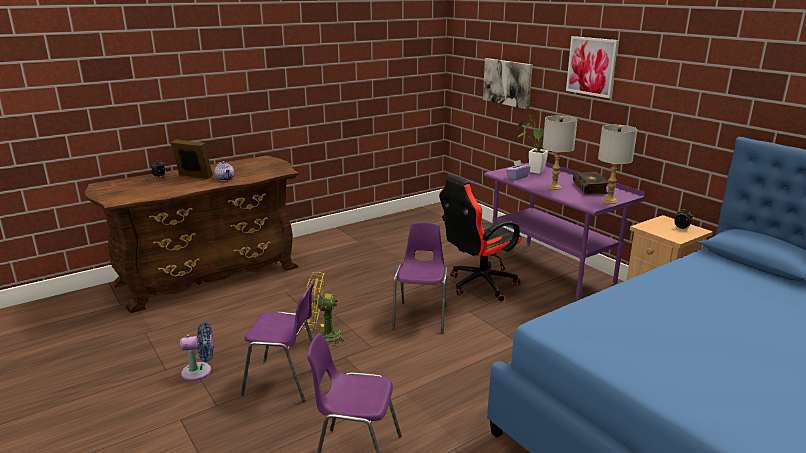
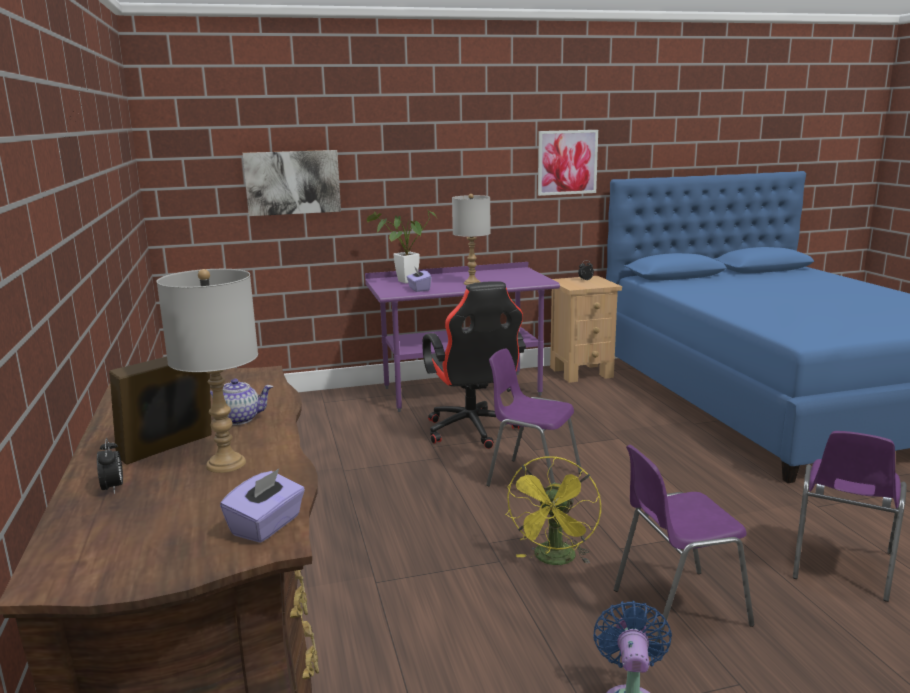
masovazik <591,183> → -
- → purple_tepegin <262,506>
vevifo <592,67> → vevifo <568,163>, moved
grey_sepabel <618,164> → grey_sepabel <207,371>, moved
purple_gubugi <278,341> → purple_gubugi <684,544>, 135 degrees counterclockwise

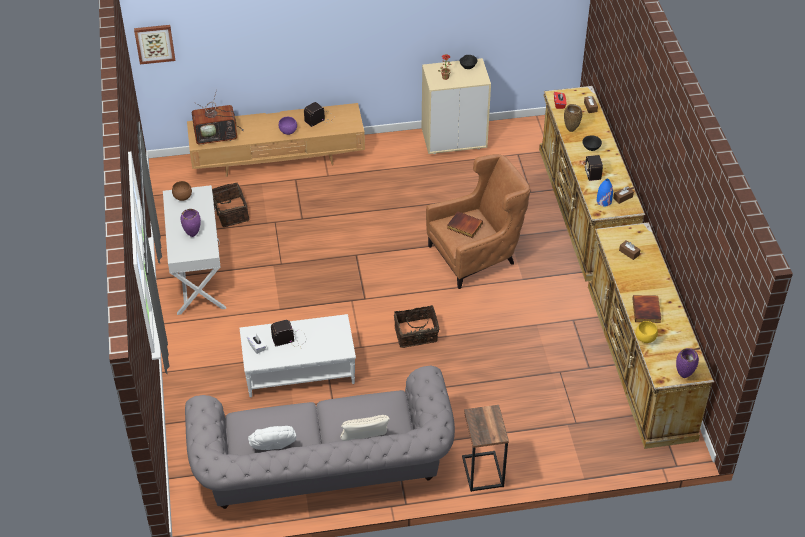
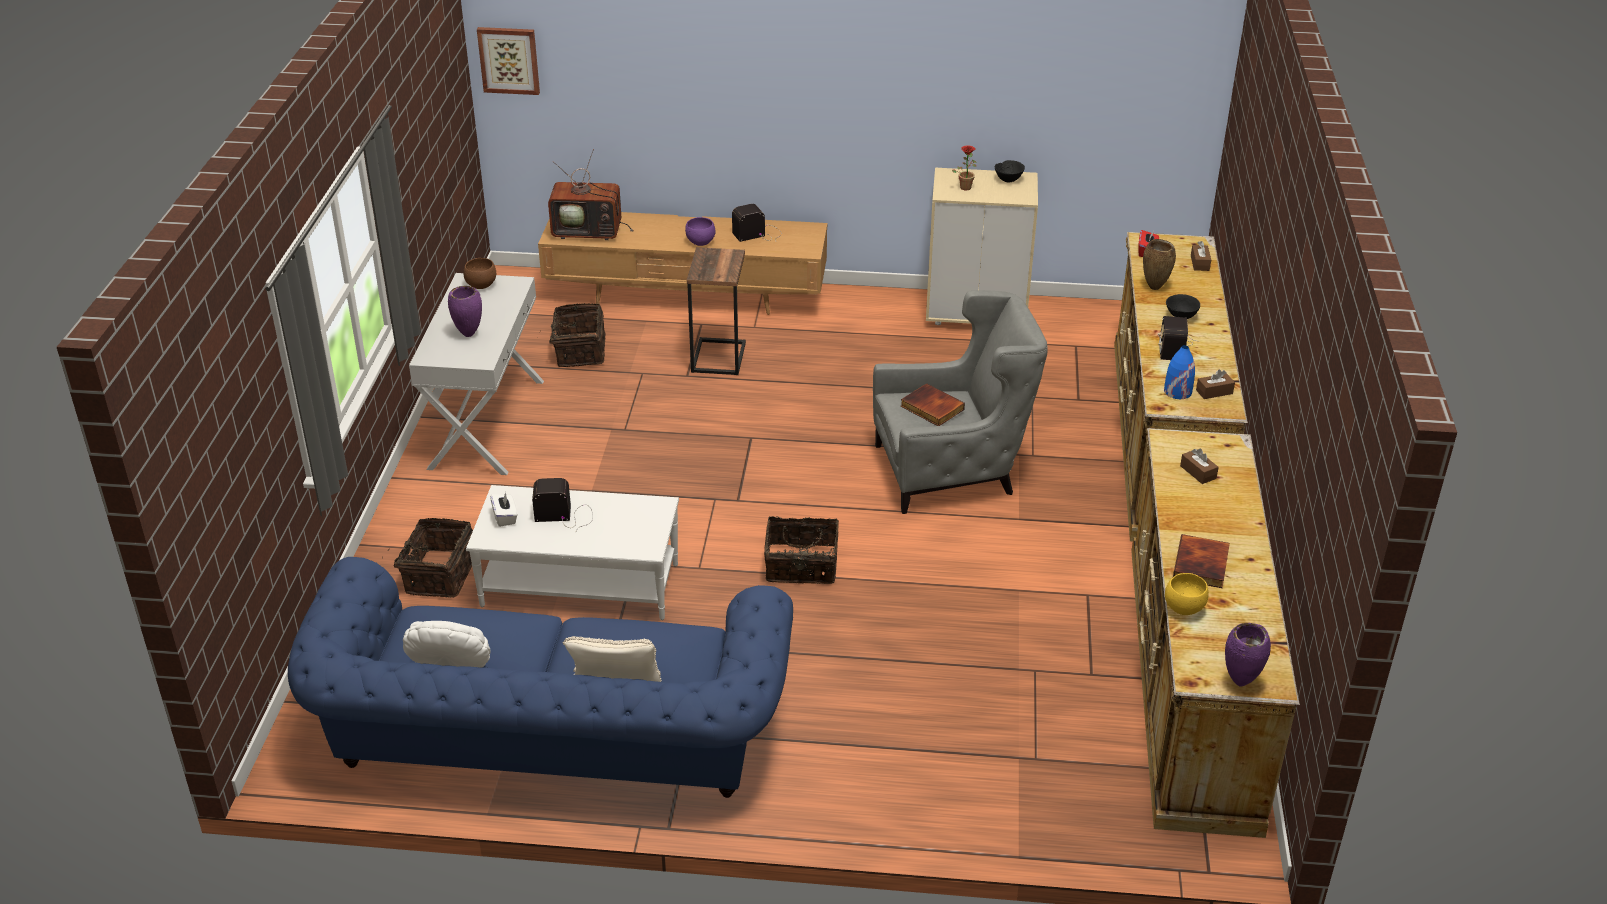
- → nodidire <427,558>
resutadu <485,448> → resutadu <716,311>, moved
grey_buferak <320,437> → blue_buferak <540,677>
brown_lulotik <478,221> → grey_lulotik <960,402>

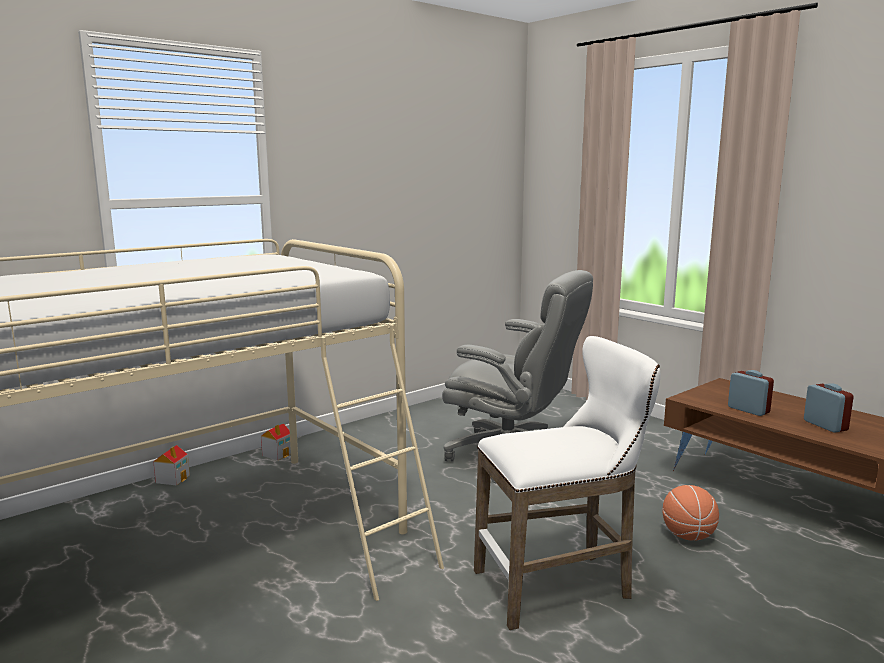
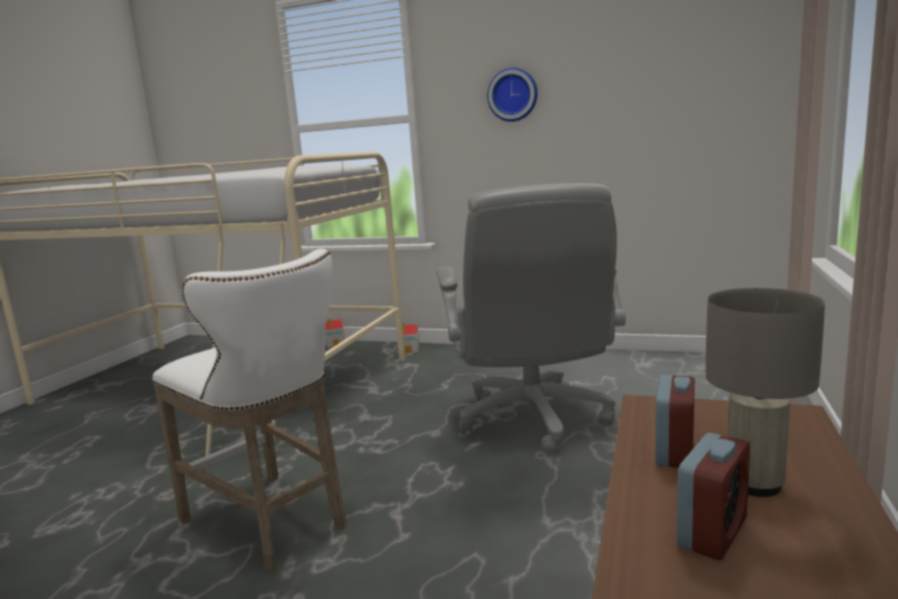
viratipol <690,512> → -
- → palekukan <512,95>
- → grey_sepabel <765,392>

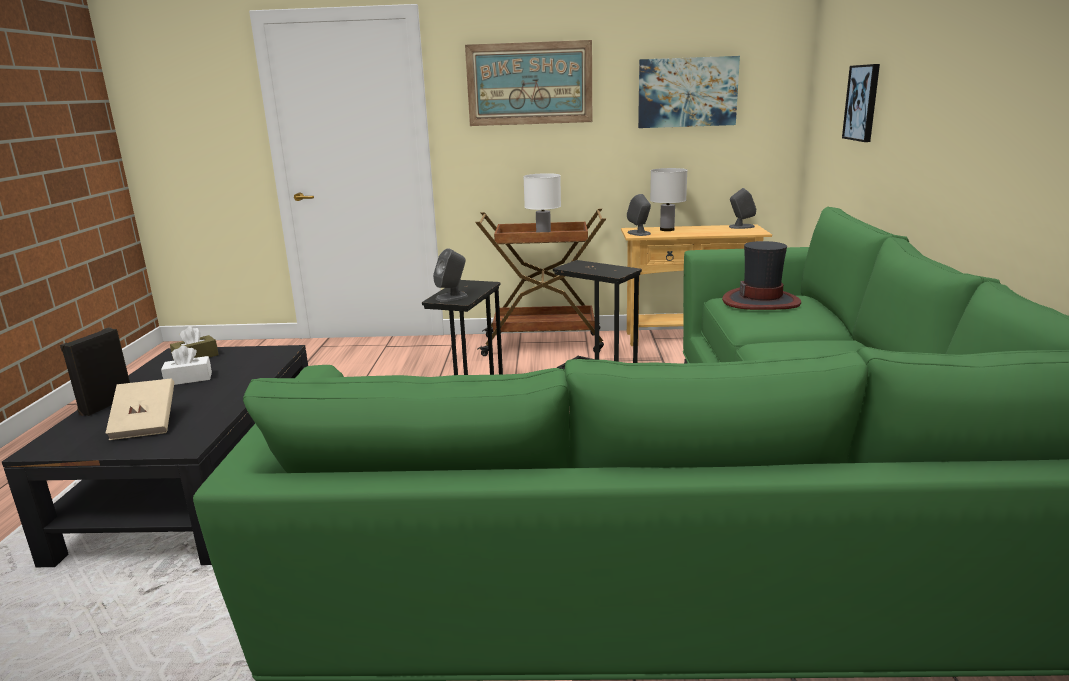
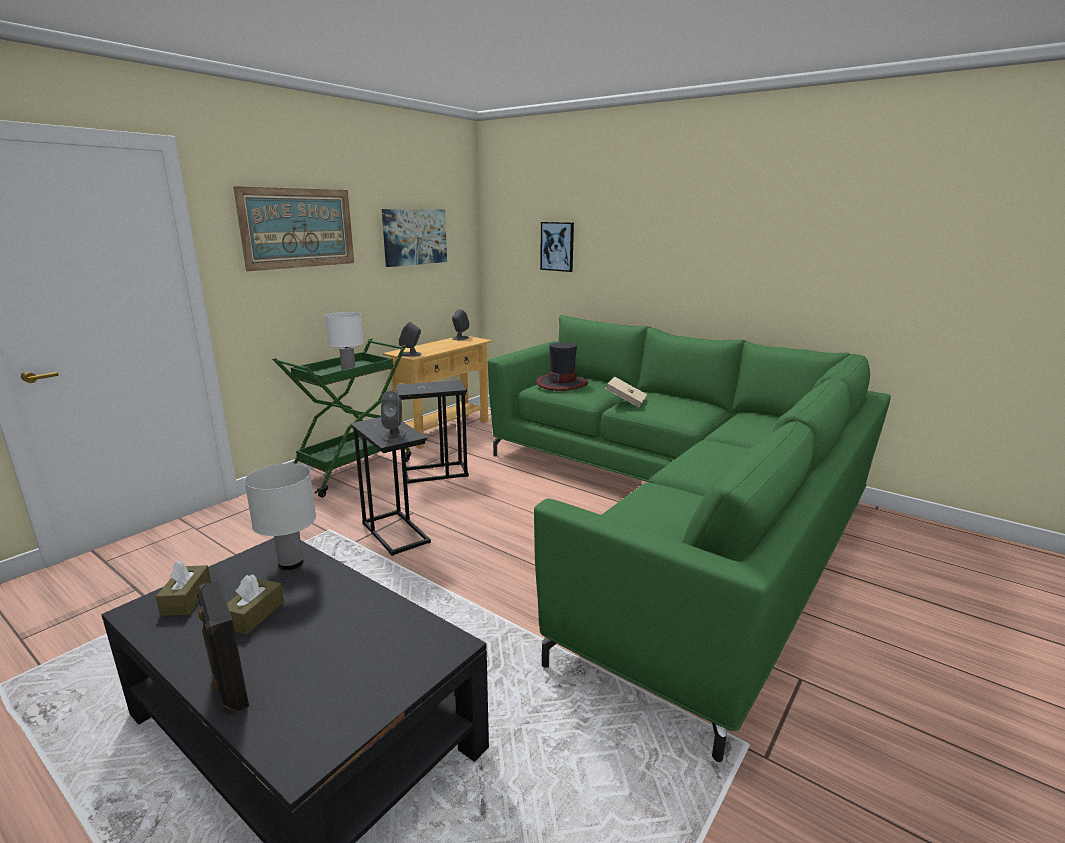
beige_masovazik <139,409> → beige_masovazik <626,391>, moved
white_sepabel <669,199> → white_sepabel <280,516>, moved
white_tepegin <186,365> → brown_tepegin <255,604>
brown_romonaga <541,282> → green_romonaga <341,418>

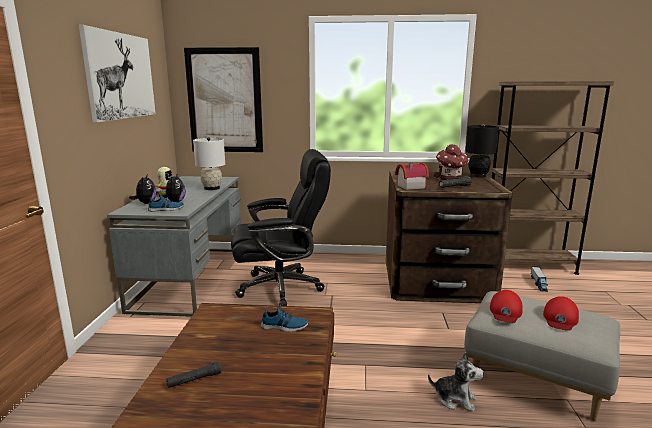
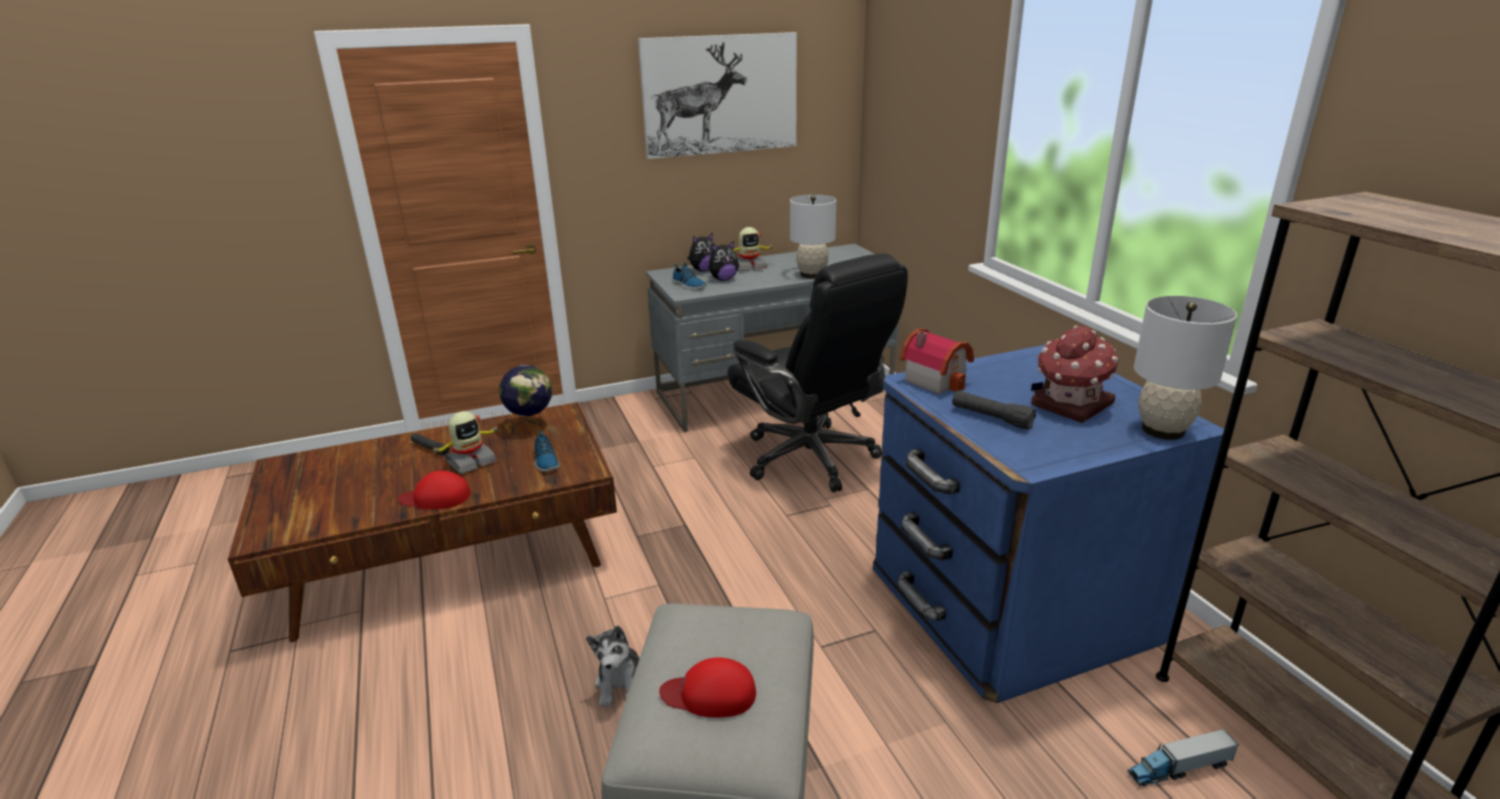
vevifo <223,99> → -
- → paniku <464,442>
- → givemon <525,400>
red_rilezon <506,306> → red_rilezon <434,490>, moved
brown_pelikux <449,237> → blue_pelikux <1048,524>
black_sepabel <482,151> → white_sepabel <1185,368>

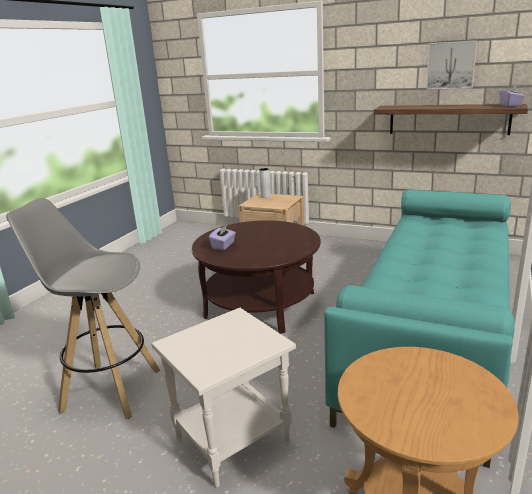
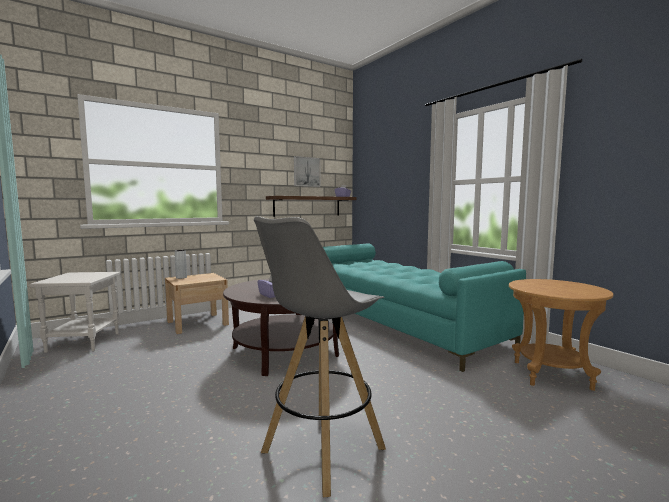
white_resutadu <223,398> → white_resutadu <74,312>, moved

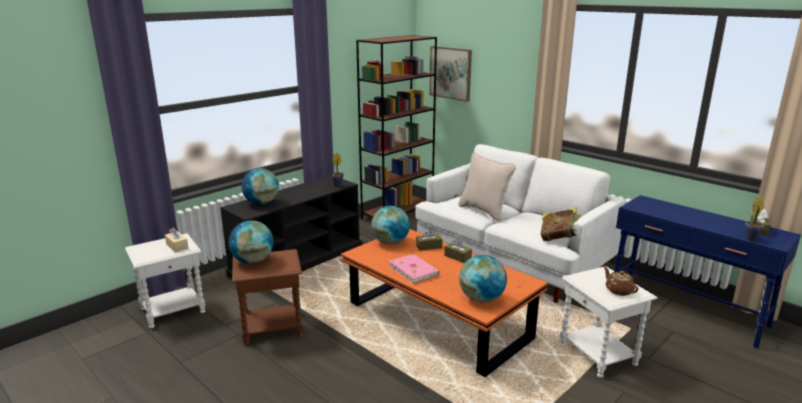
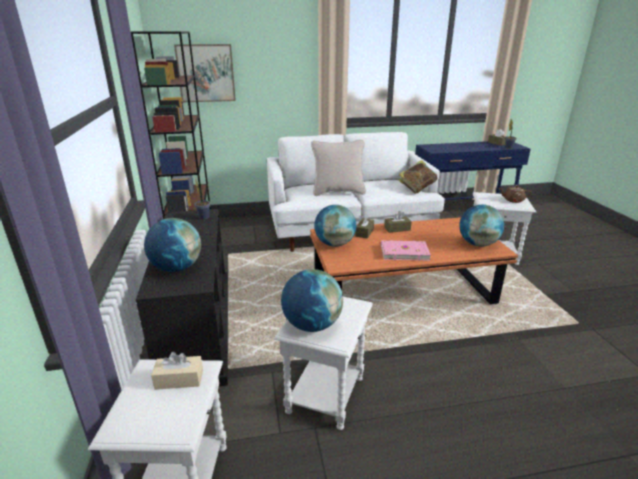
brown_resutadu <267,297> → white_resutadu <323,363>

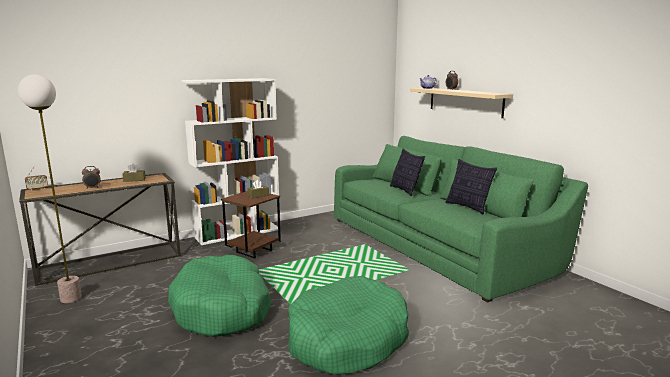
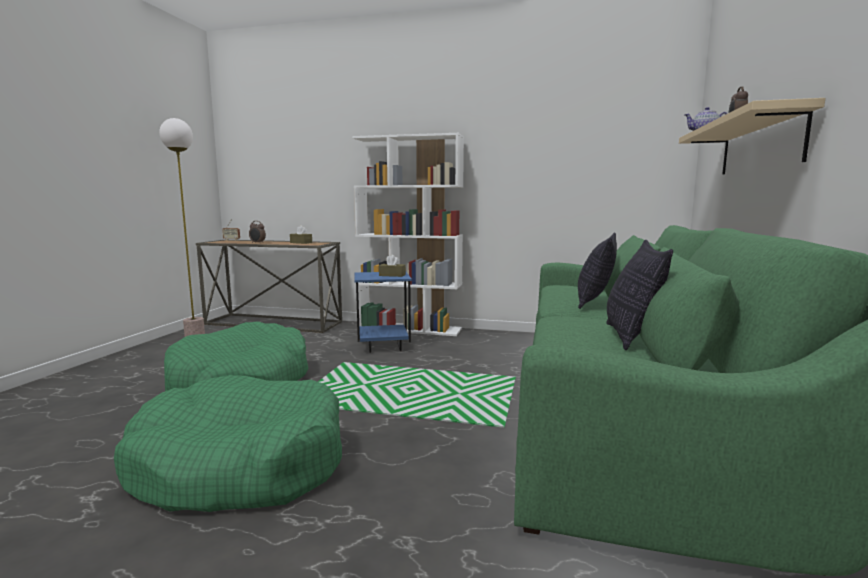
brown_resutadu <251,225> → blue_resutadu <383,312>

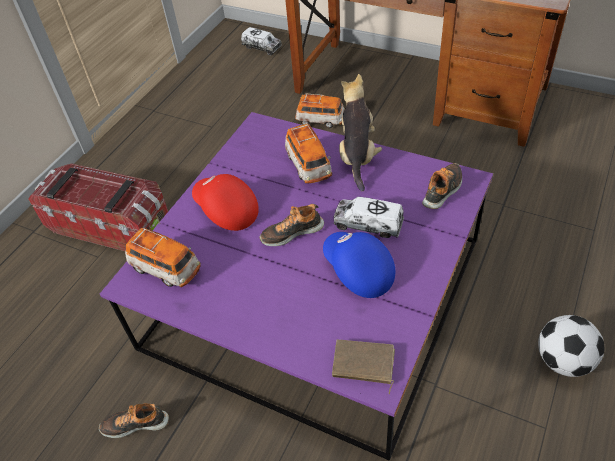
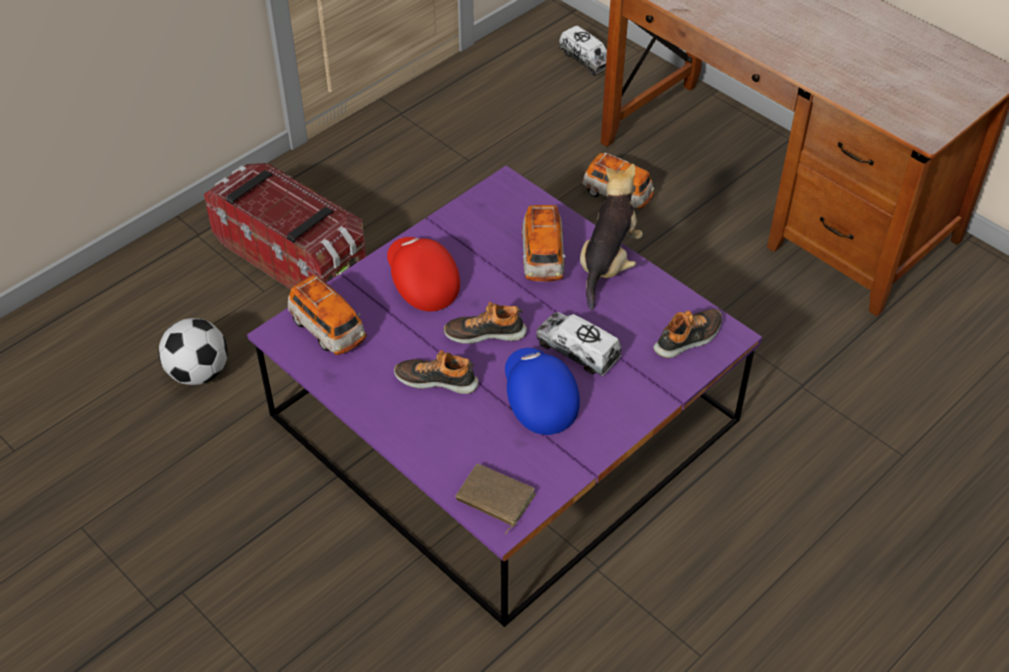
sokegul <134,420> → sokegul <436,372>, moved
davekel <571,346> → davekel <193,351>, moved

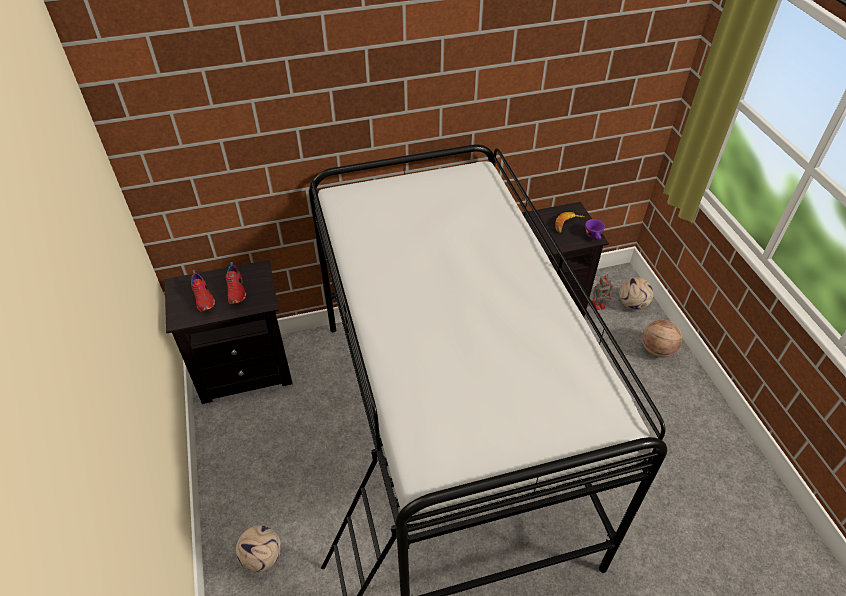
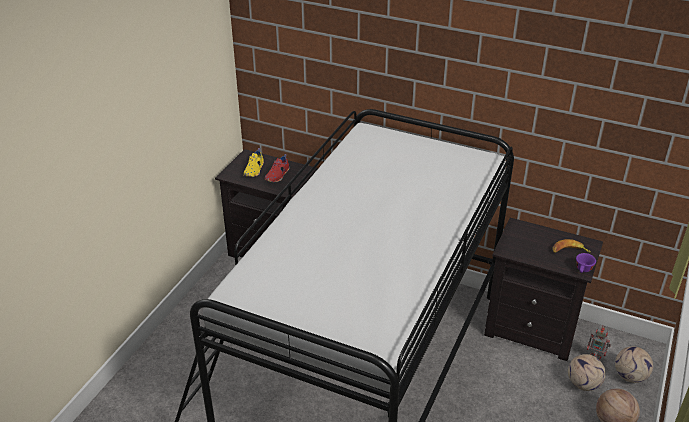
davekel <258,548> → davekel <587,372>, moved
red_sokegul <203,290> → yellow_sokegul <254,162>

